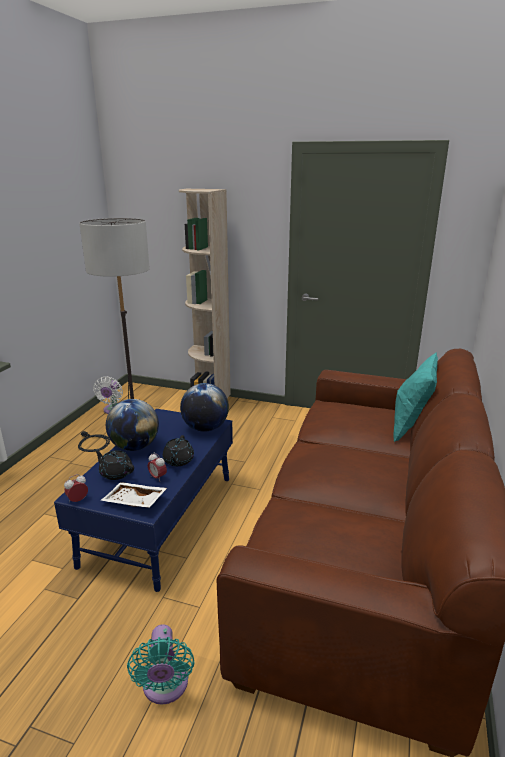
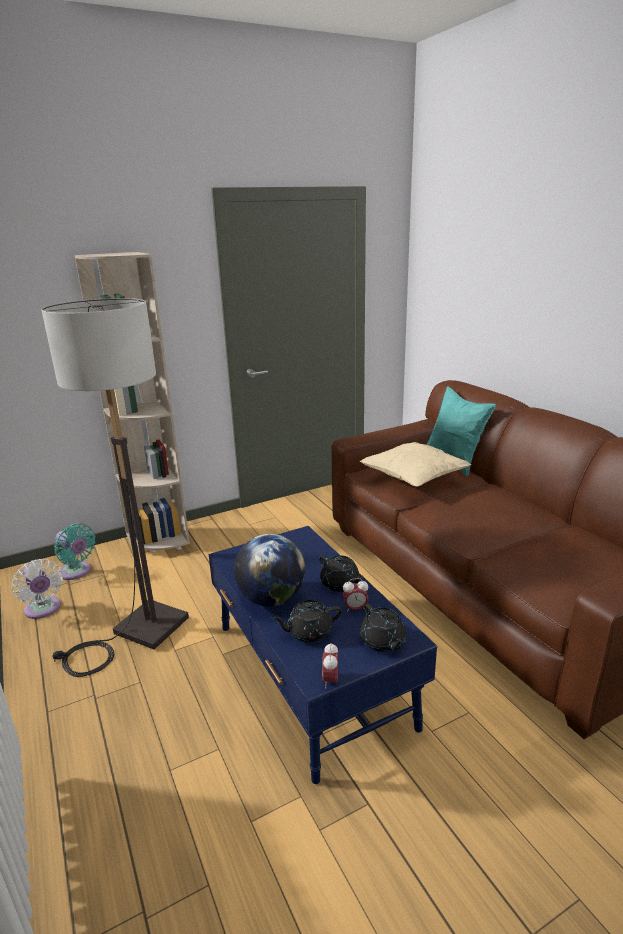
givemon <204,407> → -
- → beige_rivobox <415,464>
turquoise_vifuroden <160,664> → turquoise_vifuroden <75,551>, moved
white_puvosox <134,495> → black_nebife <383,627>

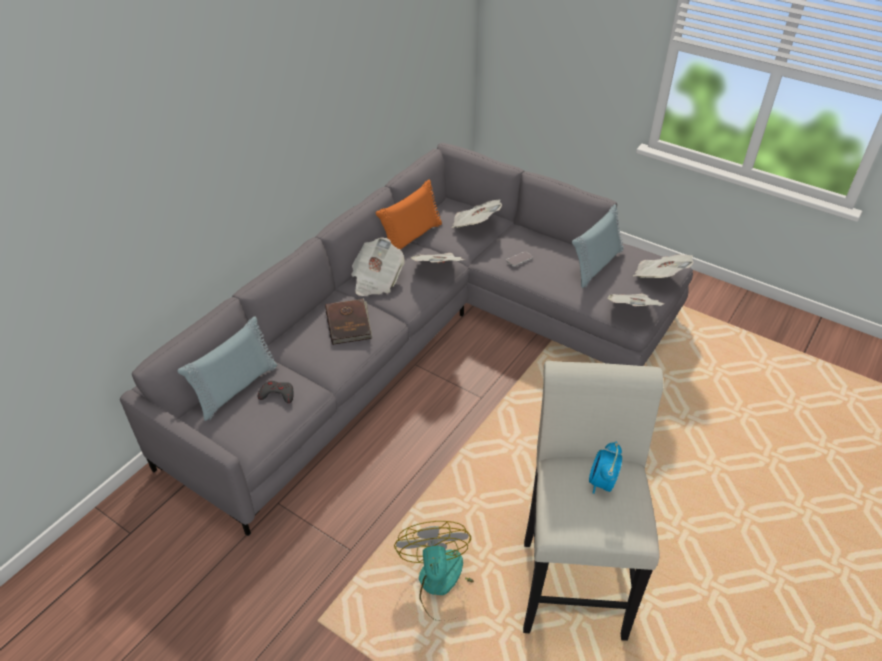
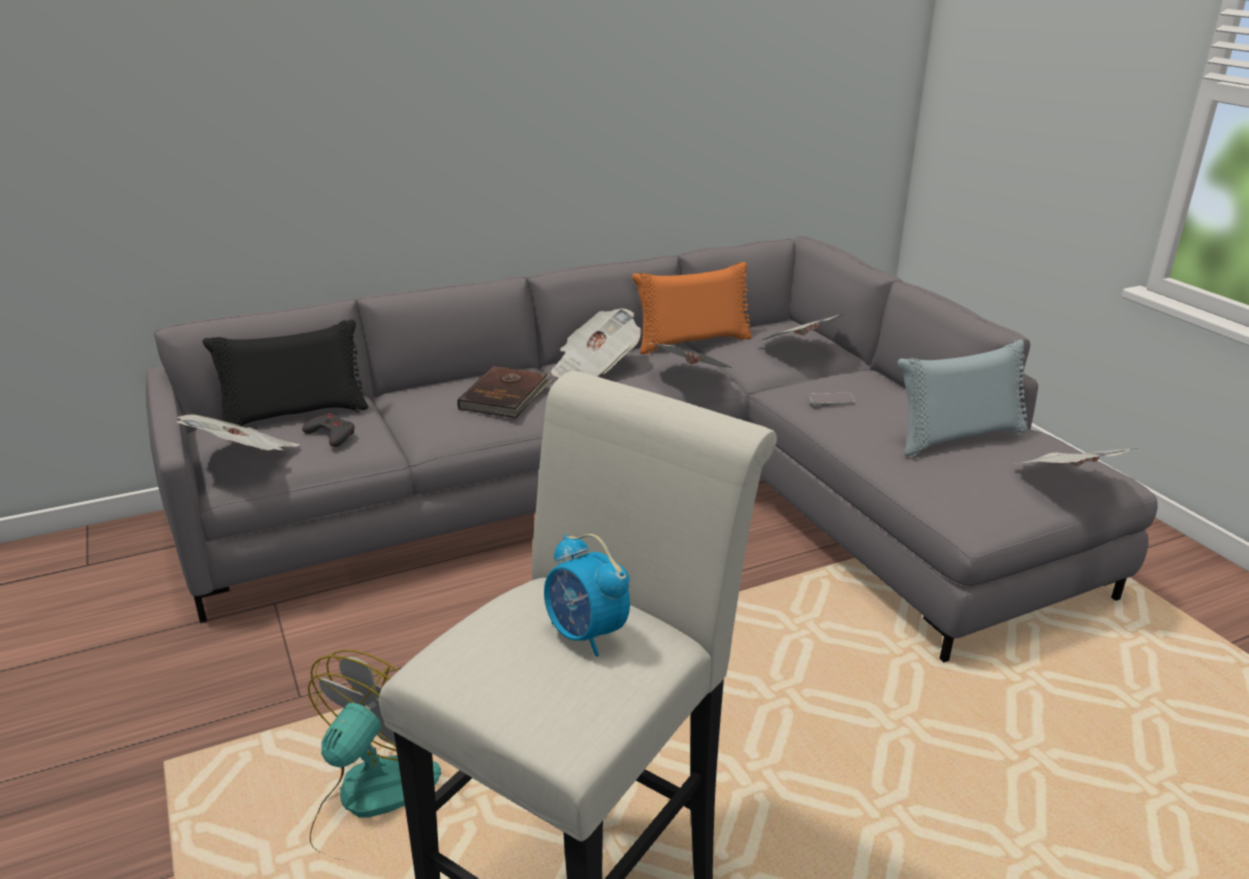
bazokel <636,299> → bazokel <238,432>, moved
blue_rivobox <227,368> → black_rivobox <285,372>
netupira <605,467> → netupira <587,595>, 90 degrees counterclockwise

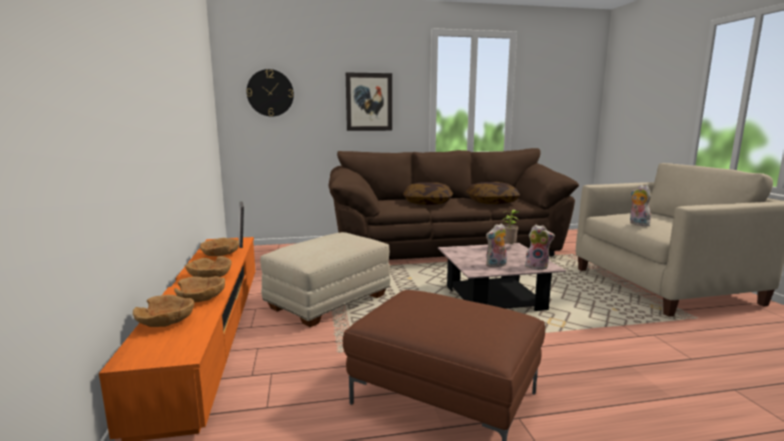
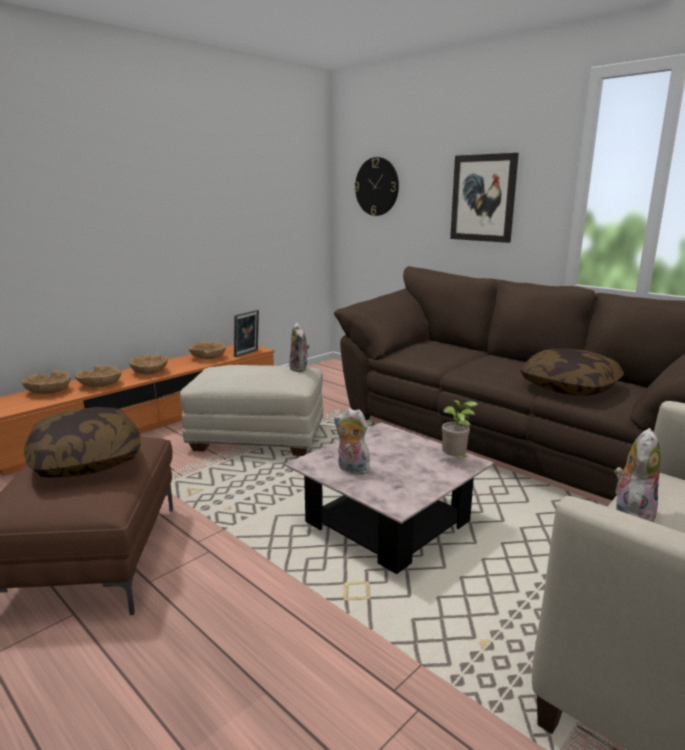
rivobox <428,193> → rivobox <82,442>, moved
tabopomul <539,247> → tabopomul <299,347>, moved

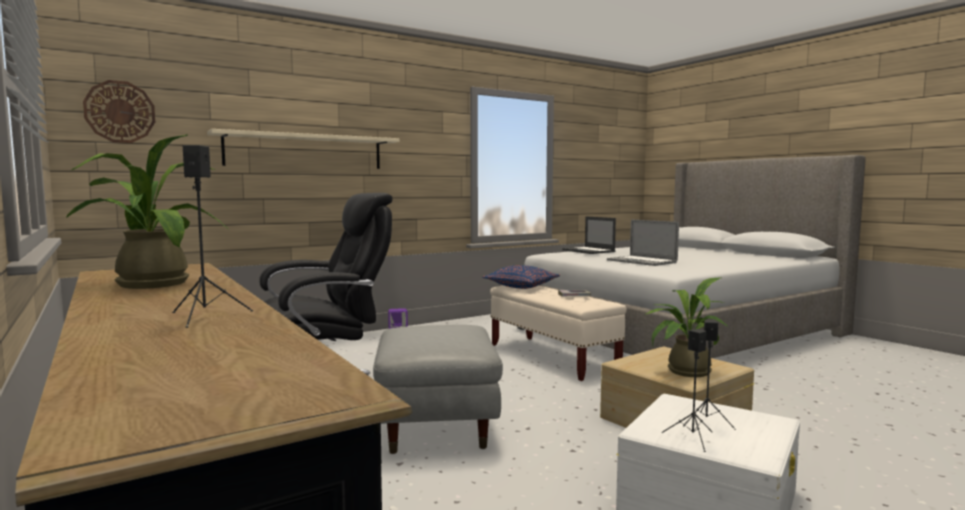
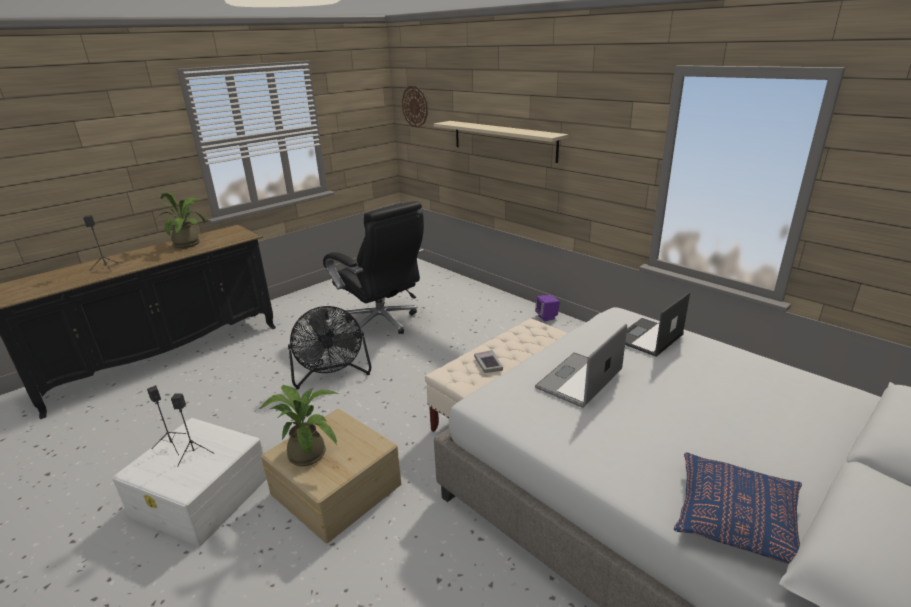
blue_rivobox <521,277> → blue_rivobox <738,508>, moved
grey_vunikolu <438,389> → black_vifuroden <329,348>

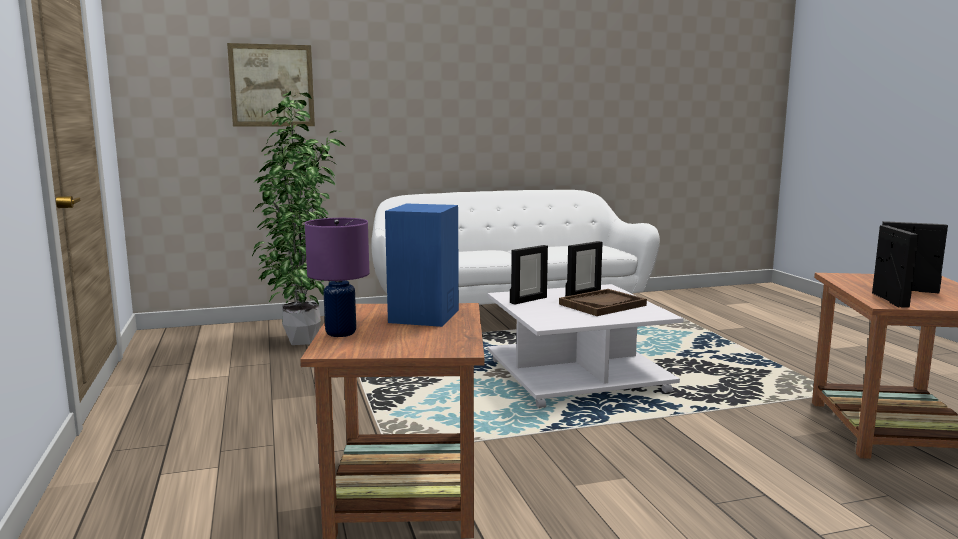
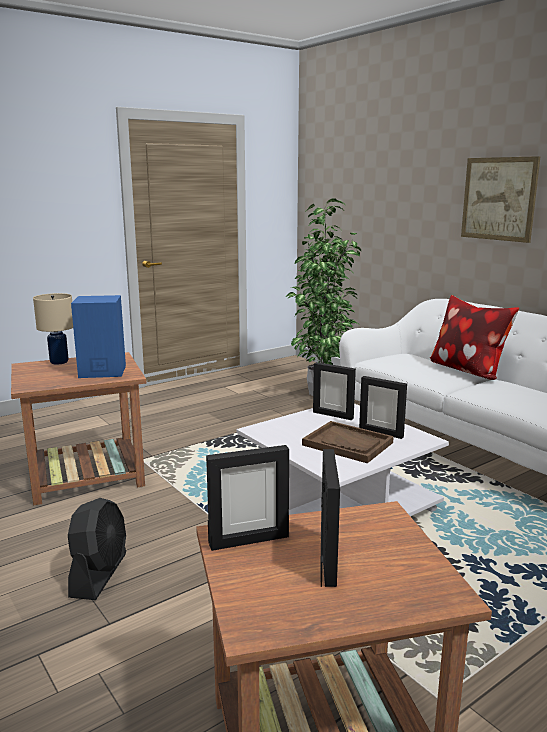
- → black_vifuroden <97,549>
- → rivobox <474,337>
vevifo <271,85> → vevifo <501,199>, moved
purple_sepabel <337,277> → beige_sepabel <53,329>

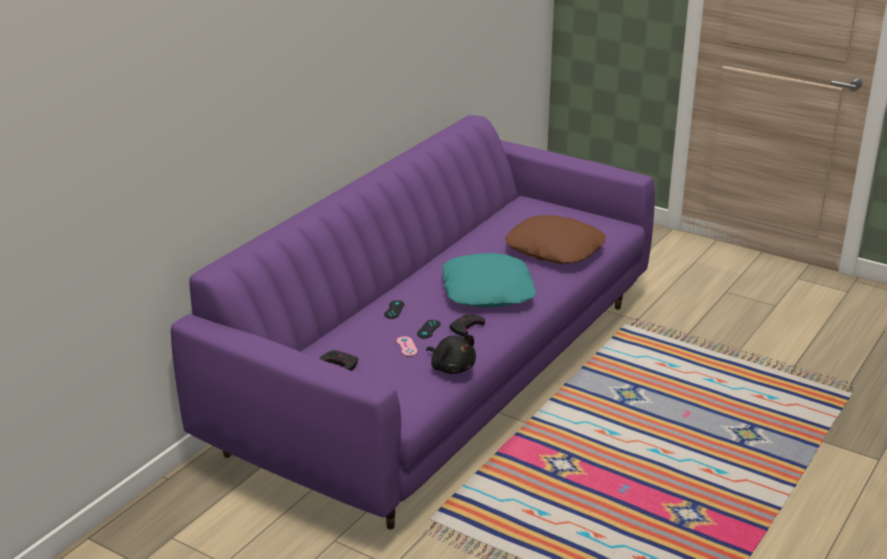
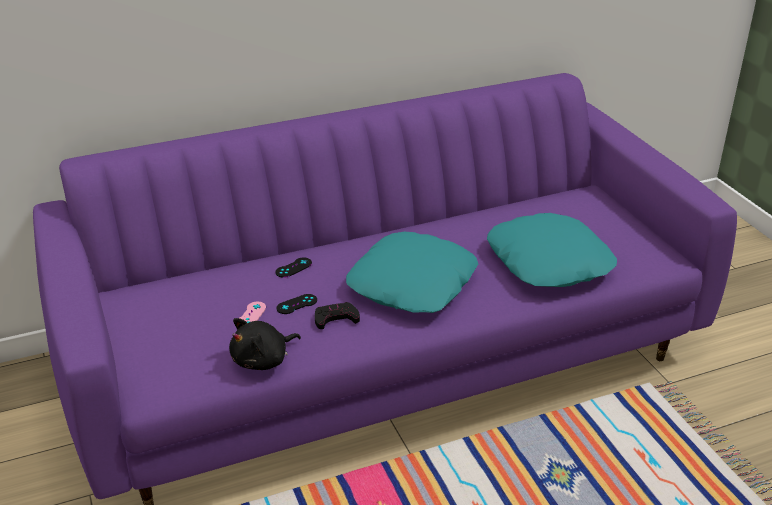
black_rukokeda <338,360> → -
brown_rivobox <555,239> → turquoise_rivobox <552,250>
black_tabopomul <451,354> → black_tabopomul <265,344>, 60 degrees clockwise

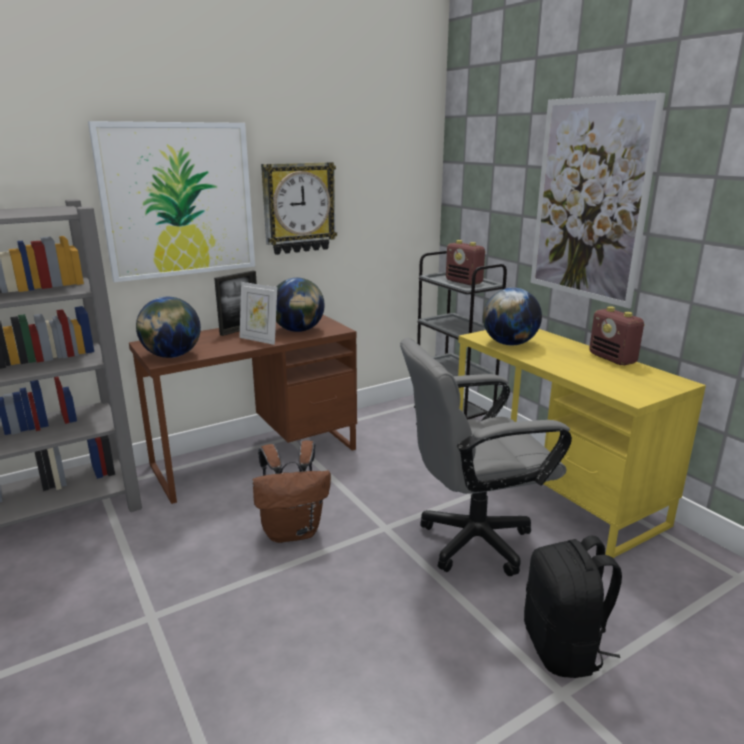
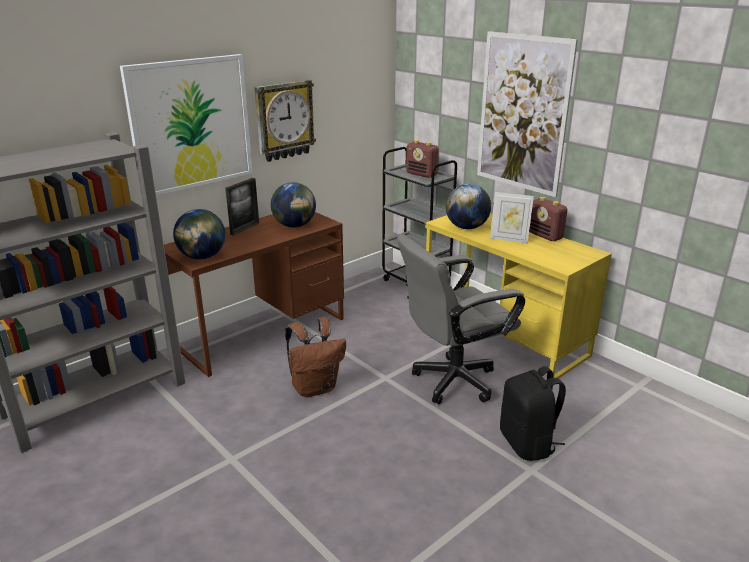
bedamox <258,313> → bedamox <512,217>, moved

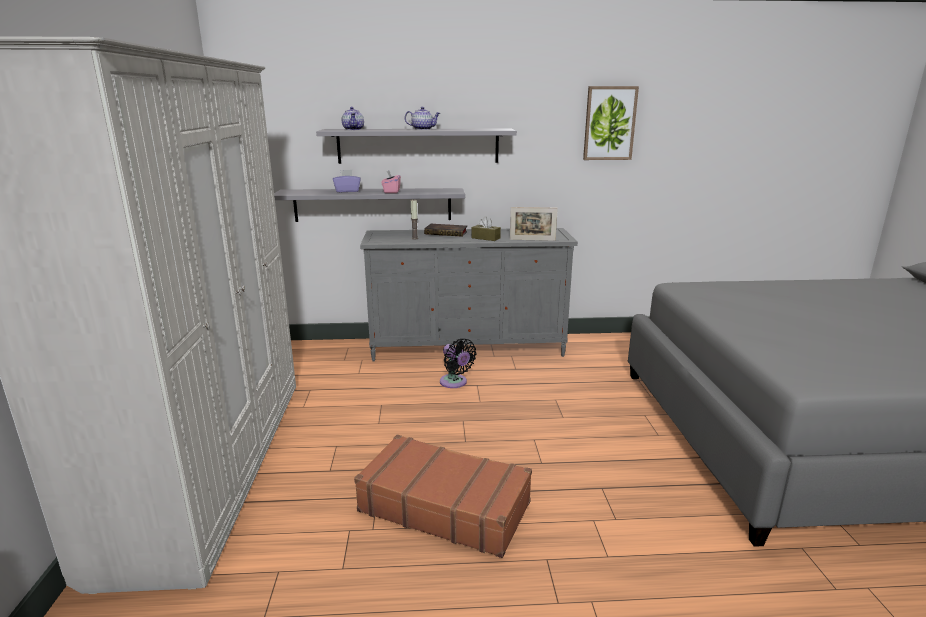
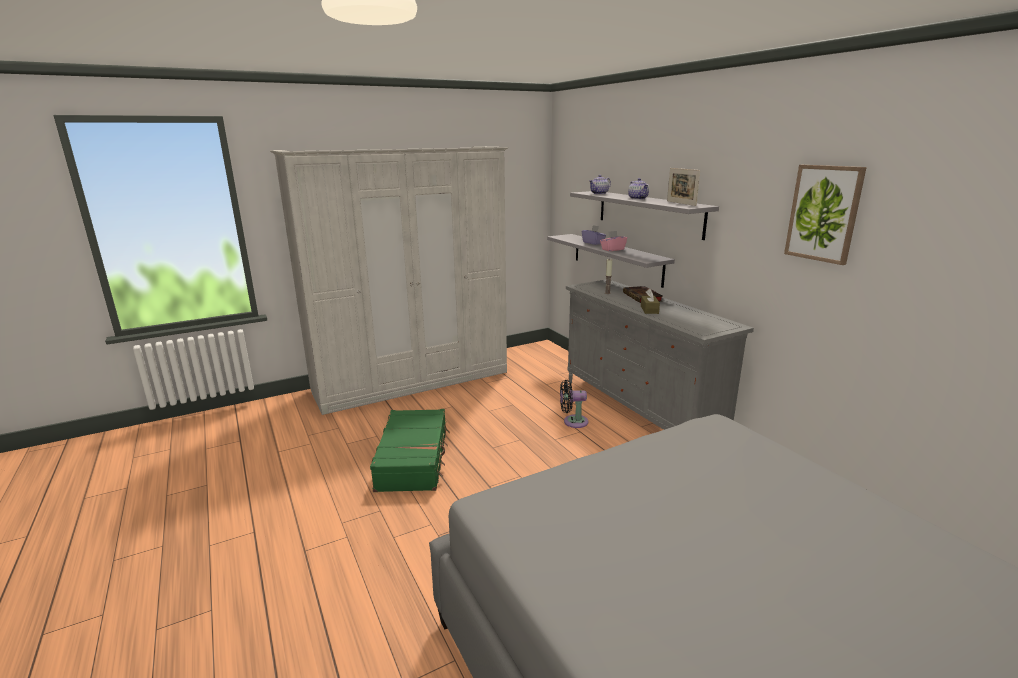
bedamox <534,224> → bedamox <683,187>, moved
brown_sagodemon <443,496> → green_sagodemon <410,450>
black_vifuroden <458,363> → black_vifuroden <574,404>, 60 degrees clockwise

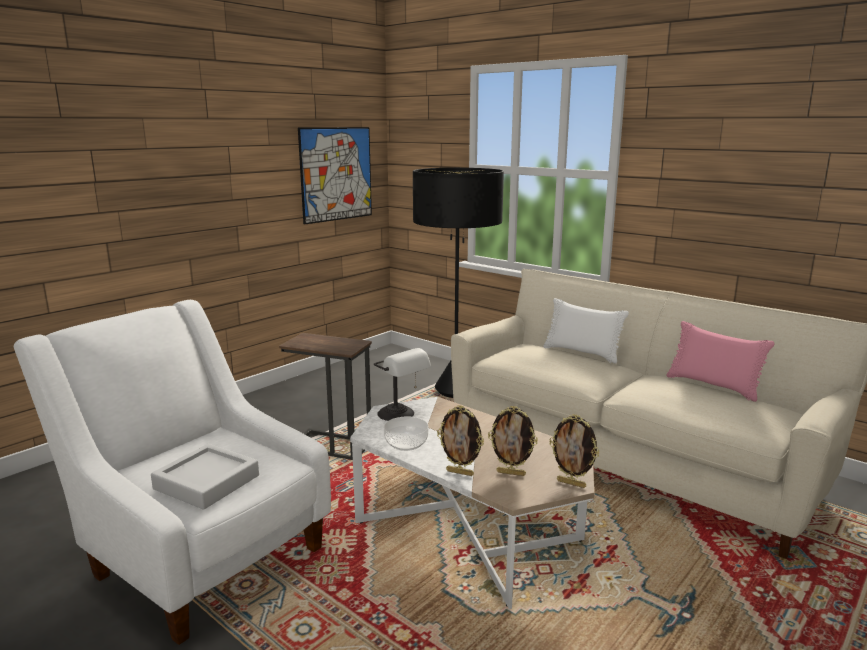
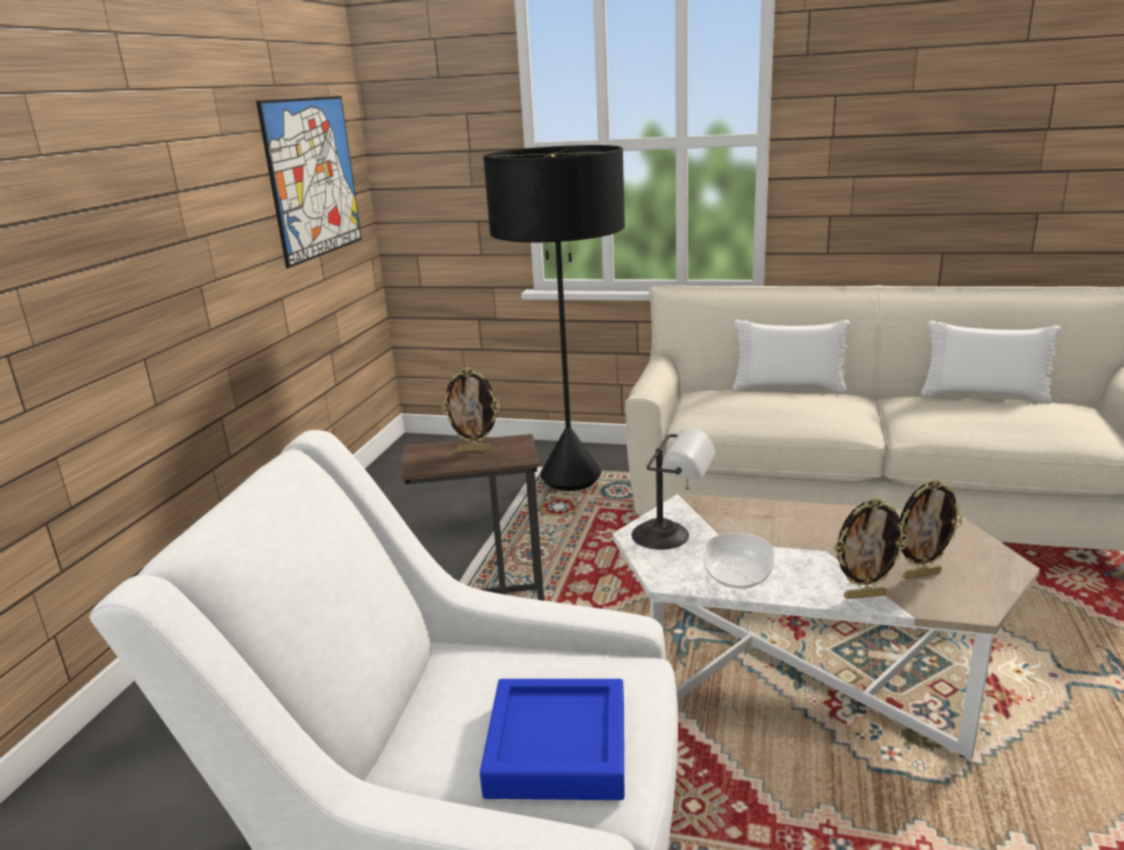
bedamox <574,451> → bedamox <470,410>, moved
grey_puvosox <205,477> → blue_puvosox <552,739>
pink_rivobox <720,361> → white_rivobox <991,362>

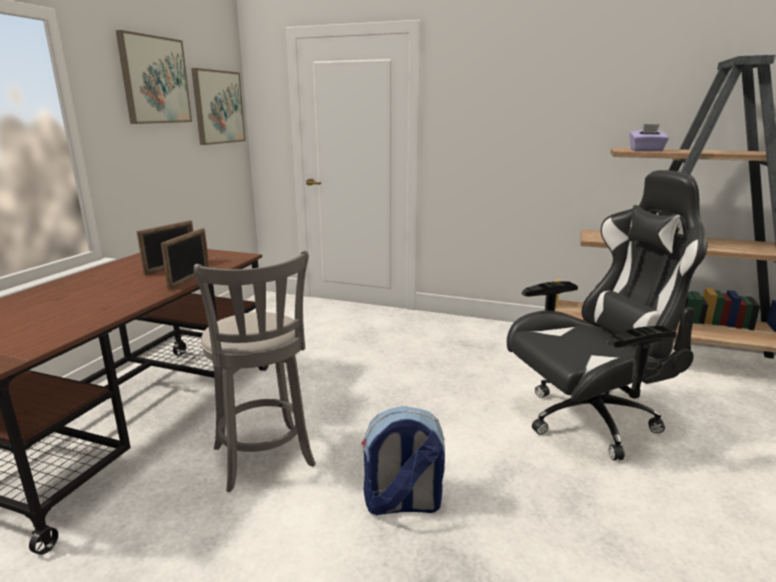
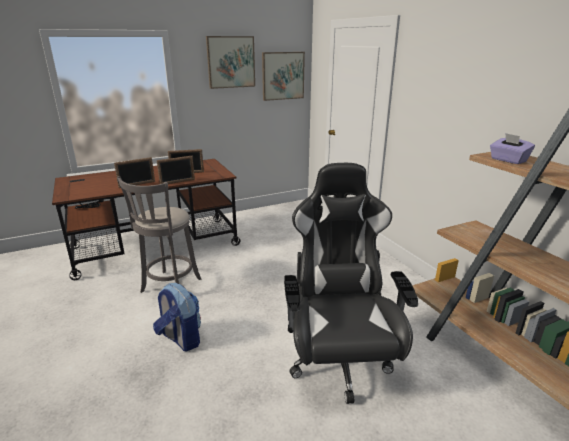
- → bedamox <134,172>
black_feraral <607,315> → black_feraral <351,283>, 120 degrees counterclockwise

